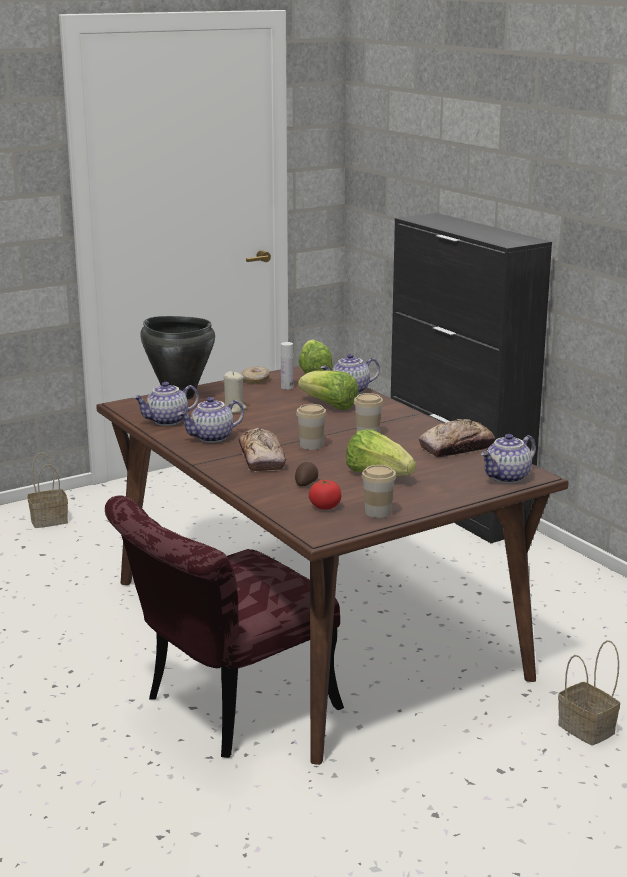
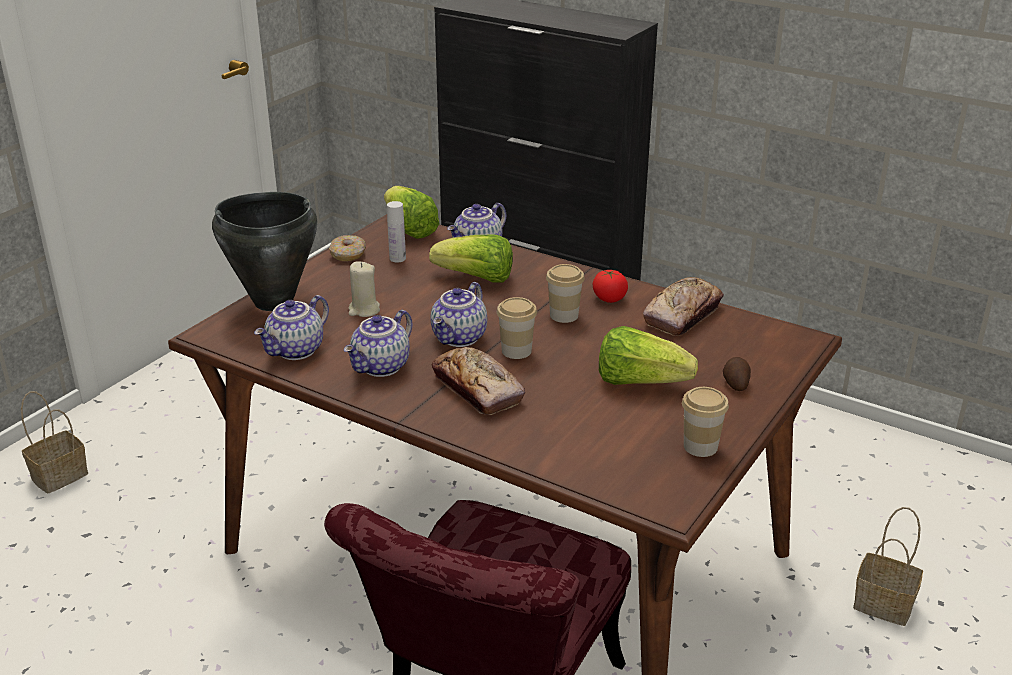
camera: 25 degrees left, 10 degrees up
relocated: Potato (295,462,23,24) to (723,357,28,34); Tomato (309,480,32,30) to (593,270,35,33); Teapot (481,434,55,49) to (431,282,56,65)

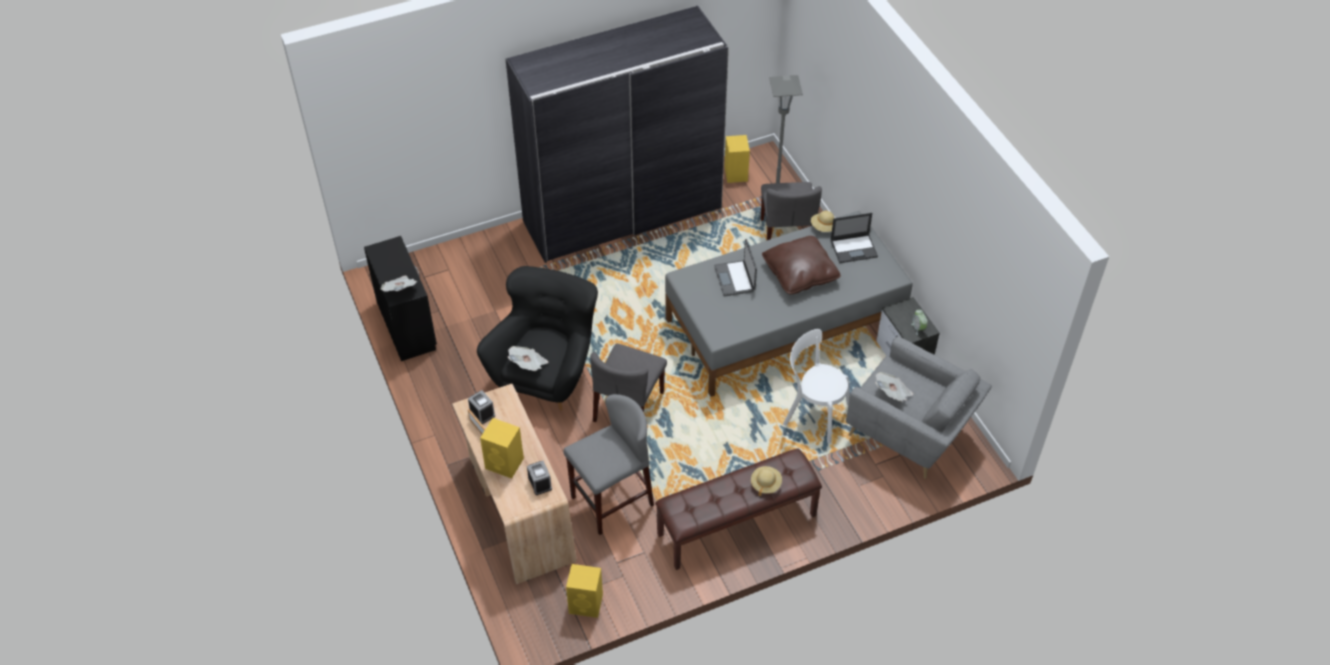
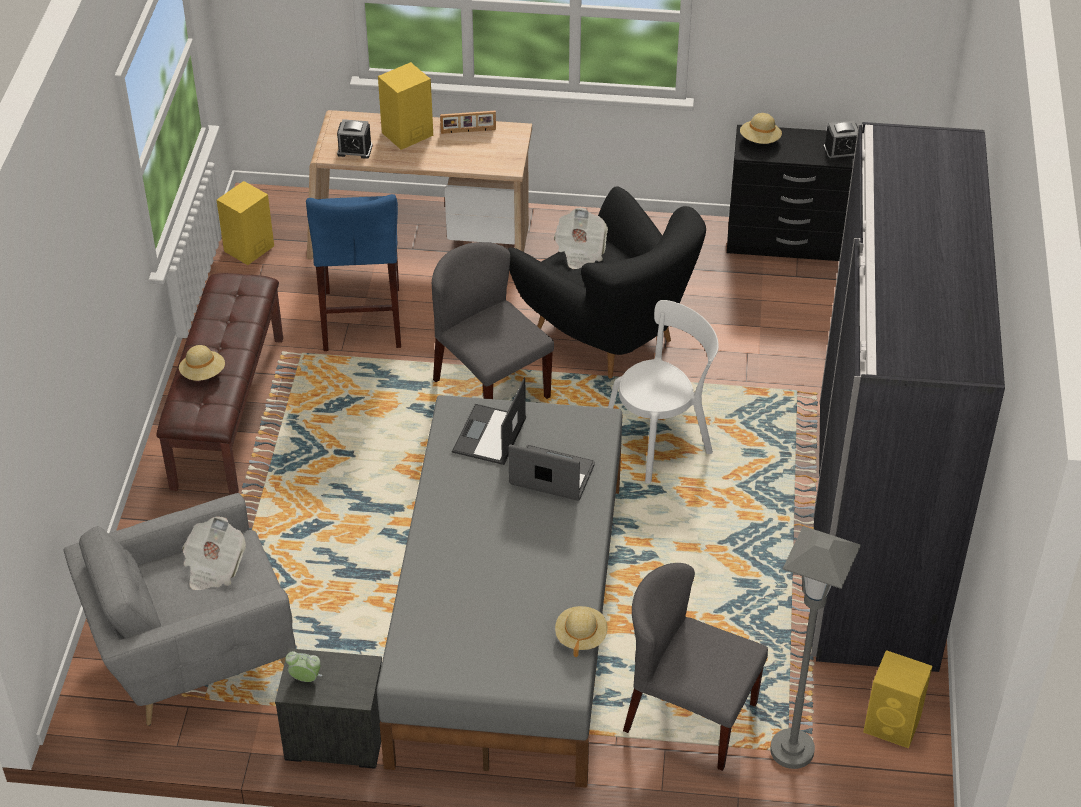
camera: 120 degrees right, 5 degrees down
missing: BrownPillow (762,236,79,58)
relocated: AlarmClock (468,390,27,34) to (823,121,35,39); WhiteChair (783,329,67,114) to (608,300,111,184); Laptop (831,213,47,50) to (452,378,74,87)
exchanged: Newspaper (381,276,36,16) to BeigeHat (740,113,42,31)
colour: GreyStool (564,394,90,141) to BlueStool (306,194,95,157)

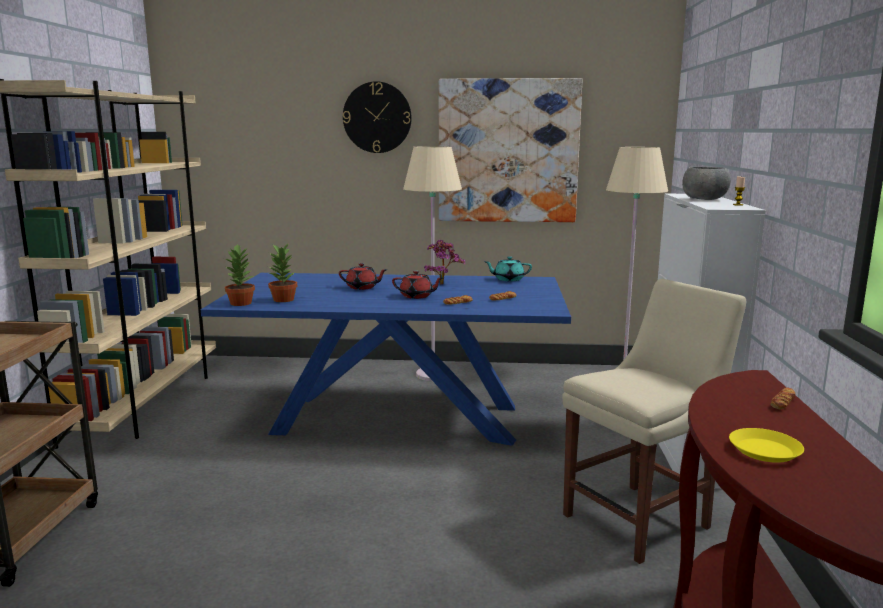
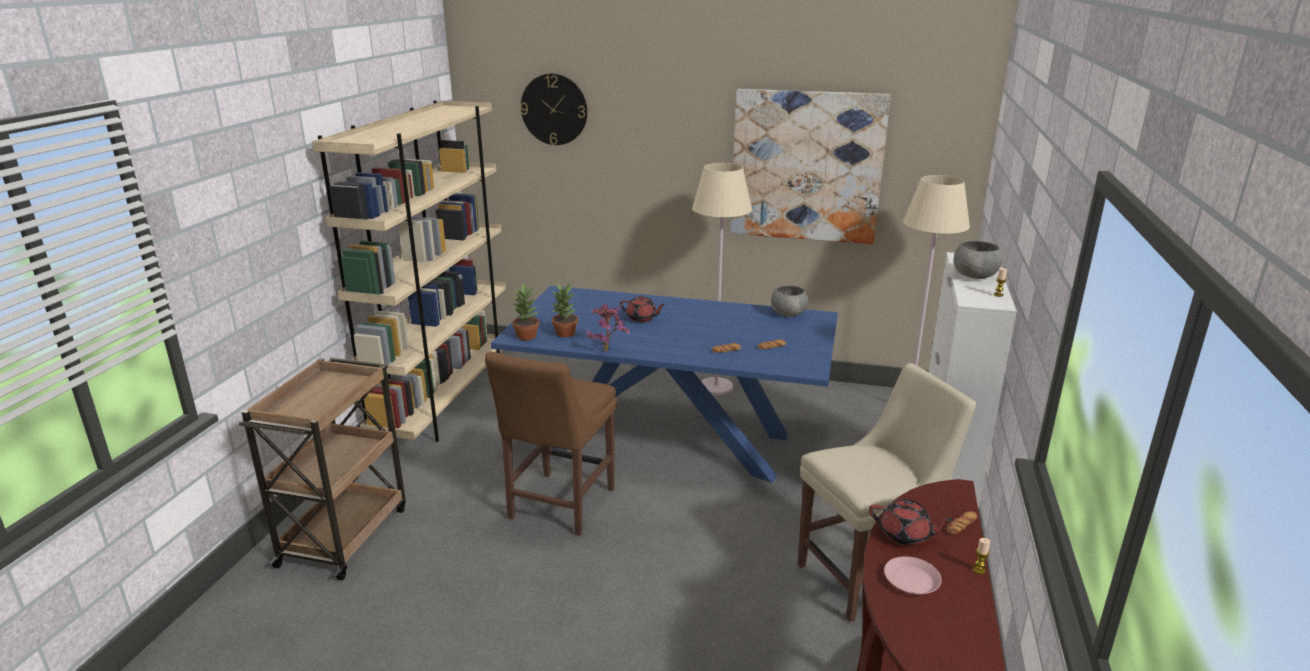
camera: 10 degrees right, 10 degrees up
appeared: BrownChair (485,352,132,184); Candle (972,538,18,36)
relocated: WallClock (343,81,69,72) to (520,74,67,71); RedTeapot (392,271,51,28) to (869,499,84,47); PottedPlant (424,240,41,45) to (586,304,44,47)
exchanged: TurquoiseTeapot (484,256,48,25) to GreyBowl (771,285,37,32)
colour: YellowPlate (729,428,75,35) to PinkPlate (884,556,58,39)

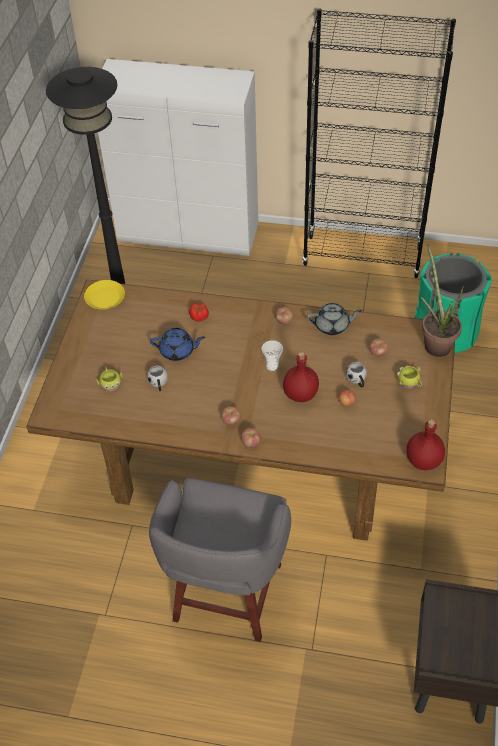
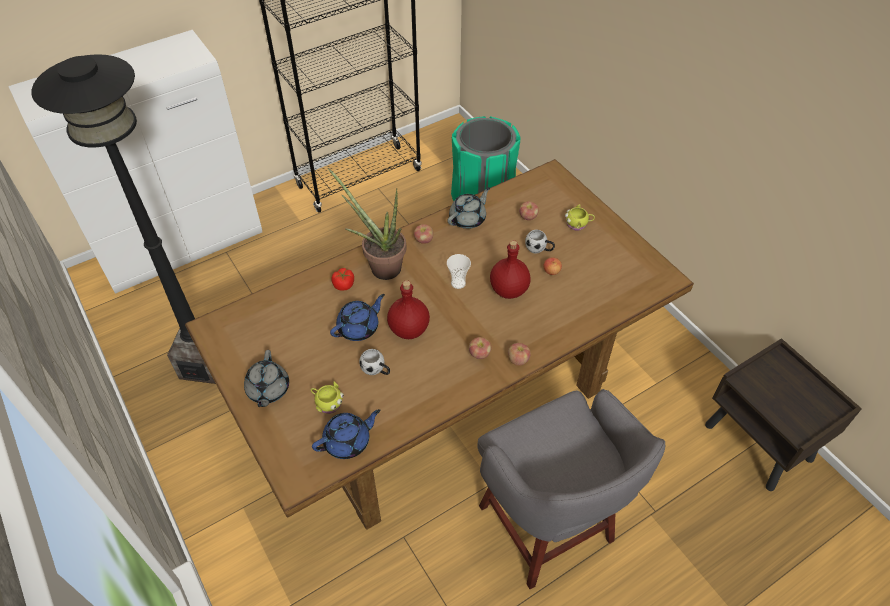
camera: 45 degrees left, 0 degrees up
missing: YellowPlate (84,280,41,29)
appeared: GreyTeapot (244,350,45,57); BlueTeapot (312,409,69,50)
relocated: RedBottle (407,419,38,51) to (387,280,43,59); PottedPlant (421,244,43,113) to (328,168,79,112)

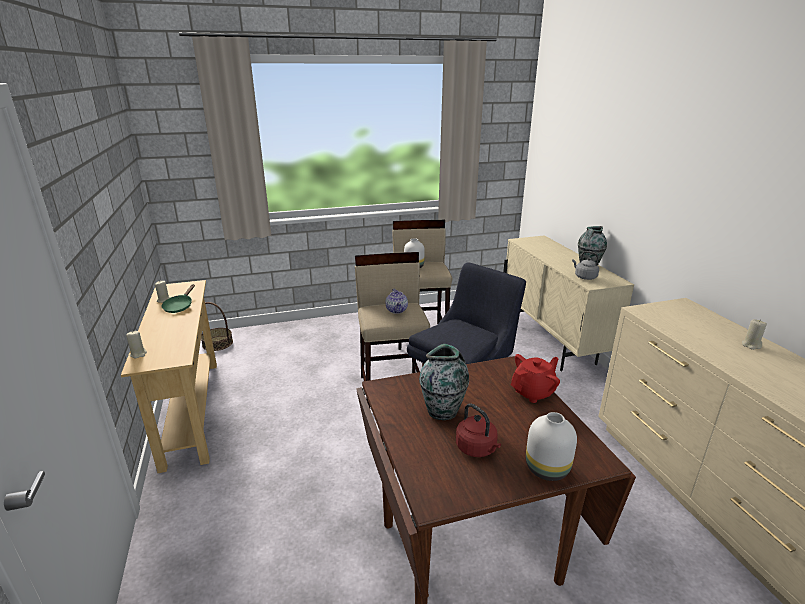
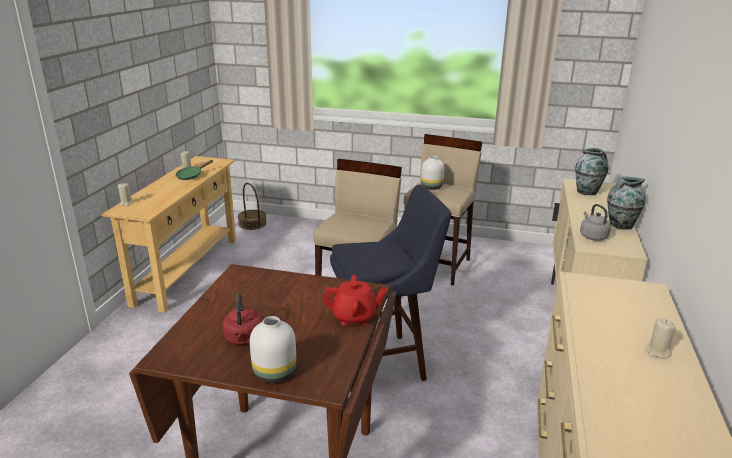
camera: 30 degrees right, 0 degrees up
missing: Teapot (385,289,23,25)
relocated: Vase (419,344,50,76) to (575,148,33,47)

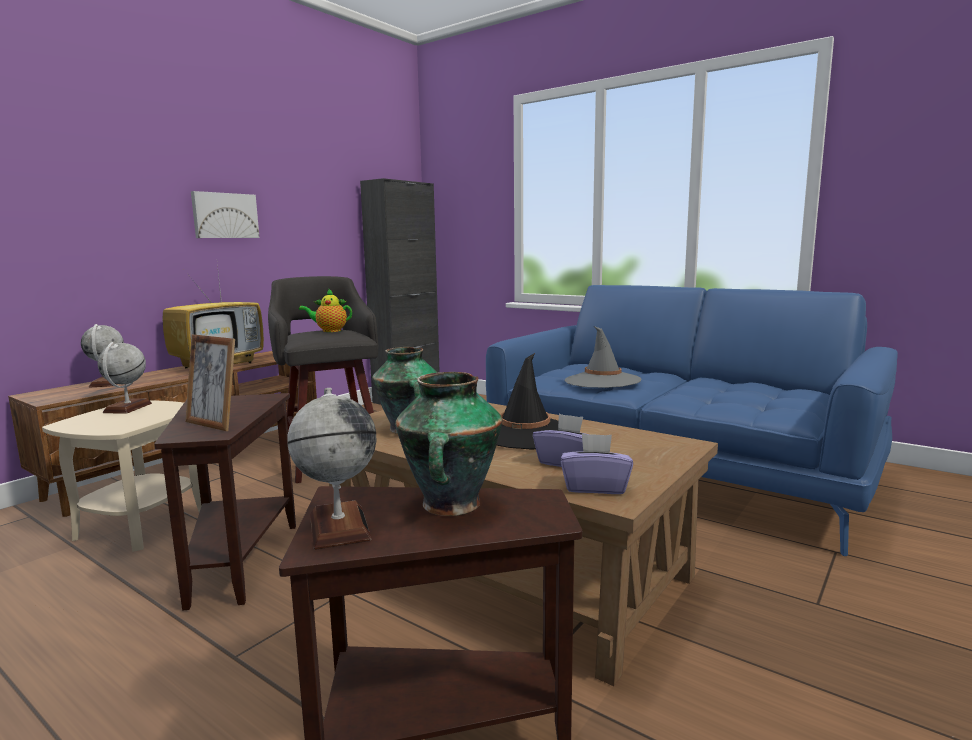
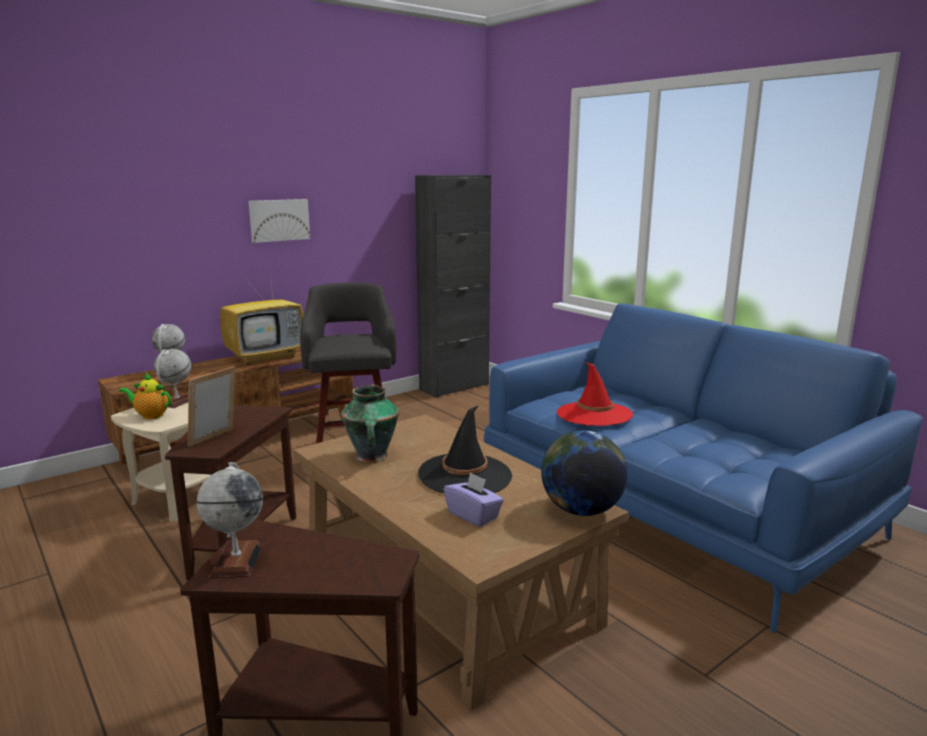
camera: 15 degrees right, 5 degrees up
missing: Vase (395,372,107,144); PurpleTissueBox (561,434,72,60)
appeared: Globe (541,430,86,86)
relocated: Teapot (299,288,53,44) to (119,373,52,46)
colour: GreyHat (564,326,77,62) to RedHat (557,362,76,64)
spun: PictureFrame (185,334,50,97) = (188,366,47,81) 75 degrees clockwise

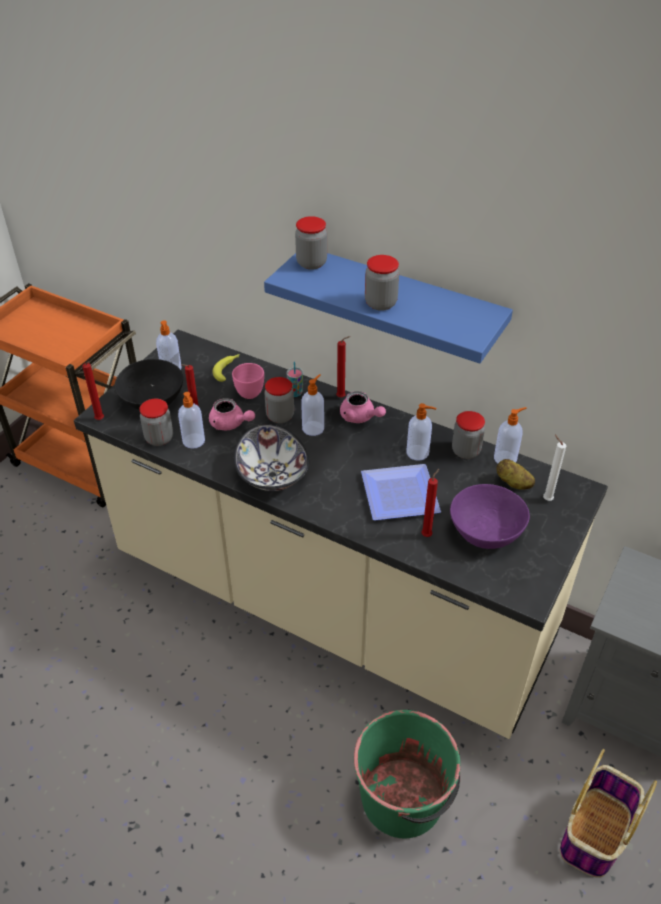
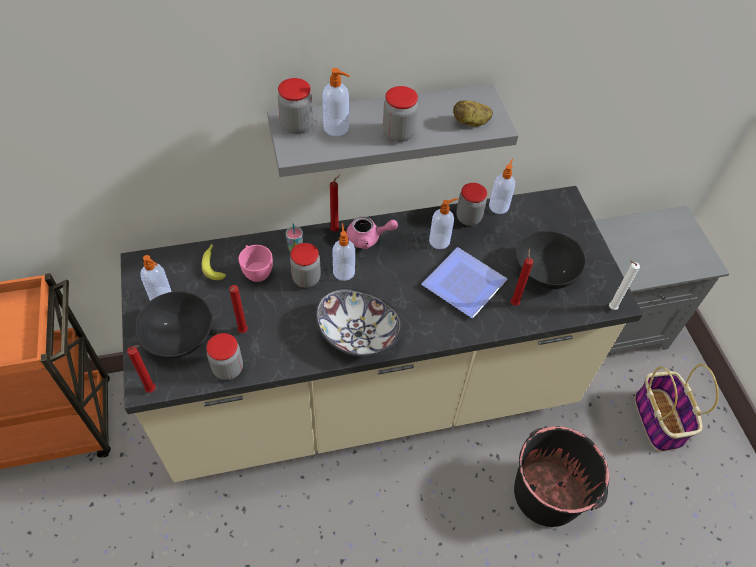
camera: 45 degrees left, 10 degrees up
missing: PinkTeapot (209,398,46,32)
relocated: SoapDispenser (178,392,27,57) to (322,68,28,68); Potato (496,459,39,31) to (453,100,40,27); WhiteCandle (543,435,23,66) to (609,260,31,50)
colour: BlueShelf (264,253,249,111) to GreyShelf (267,84,252,93); GreenBucket (354,709,106,129) to BlackBucket (514,426,95,101); PurpleBowl (450,484,80,65) to BlackBowl (516,231,70,58)

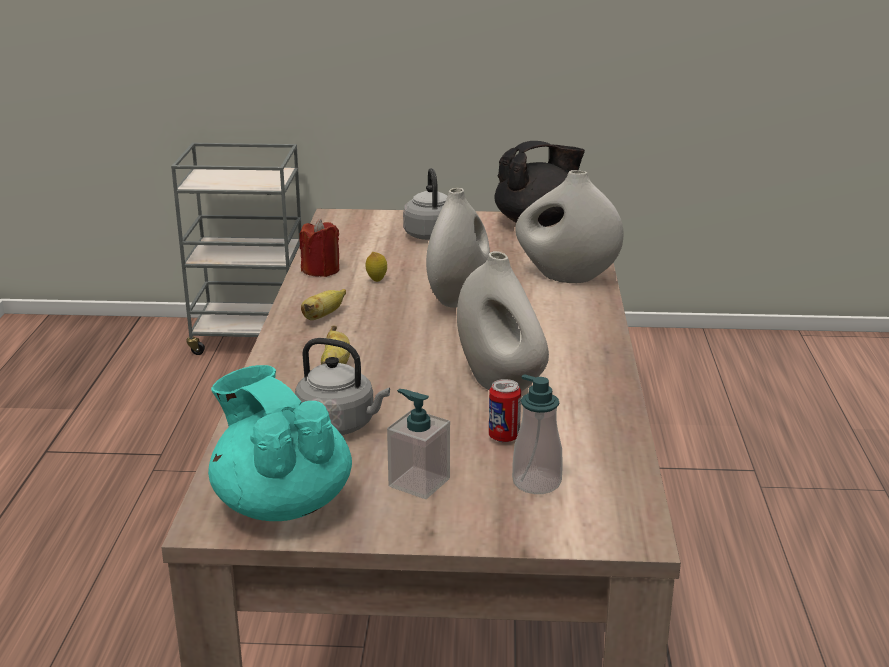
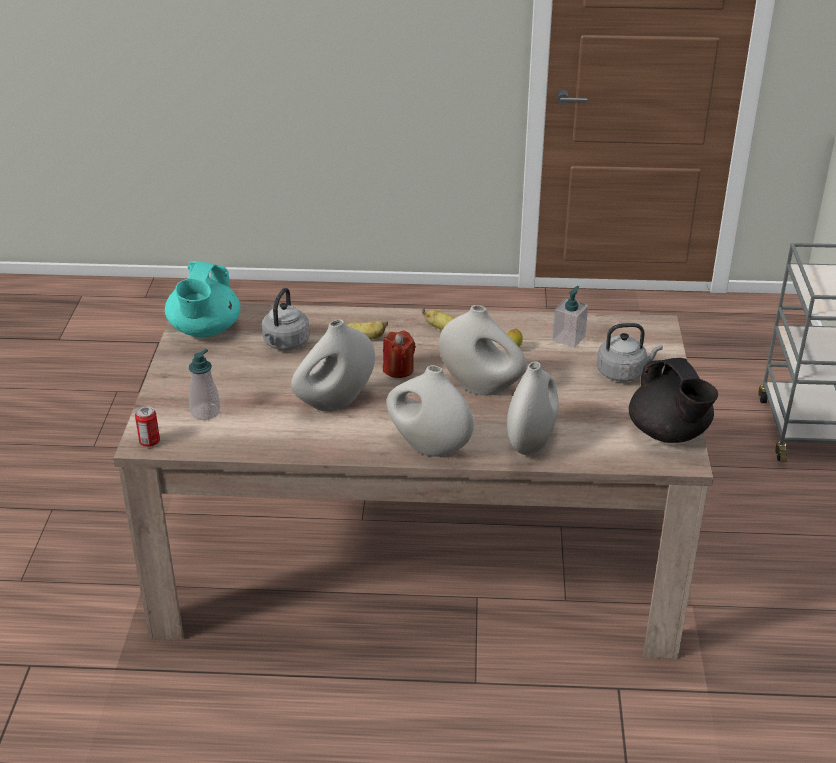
camera: 90 degrees right, 10 degrees up
appeared: WhiteVase (386,365,88,92)
relocated: RedCandle (300,219,39,58) to (383,330,33,48); SoapDispenser (387,389,63,110) to (553,286,35,62); Can (489,379,32,63) to (135,406,25,41)
spun: TurquoiseTeapot (208,365,144,156) = (165,261,76,76) 135 degrees clockwise

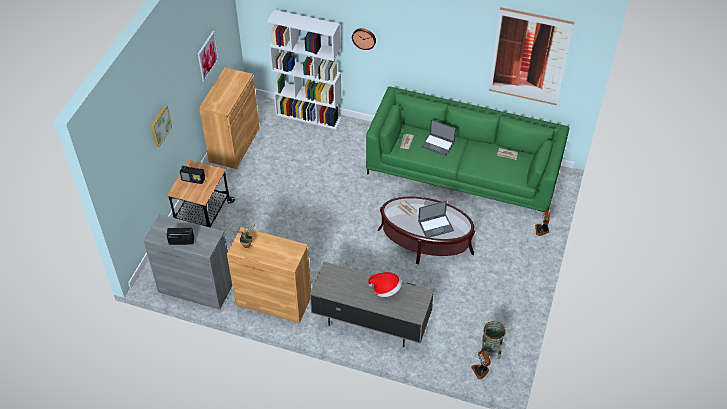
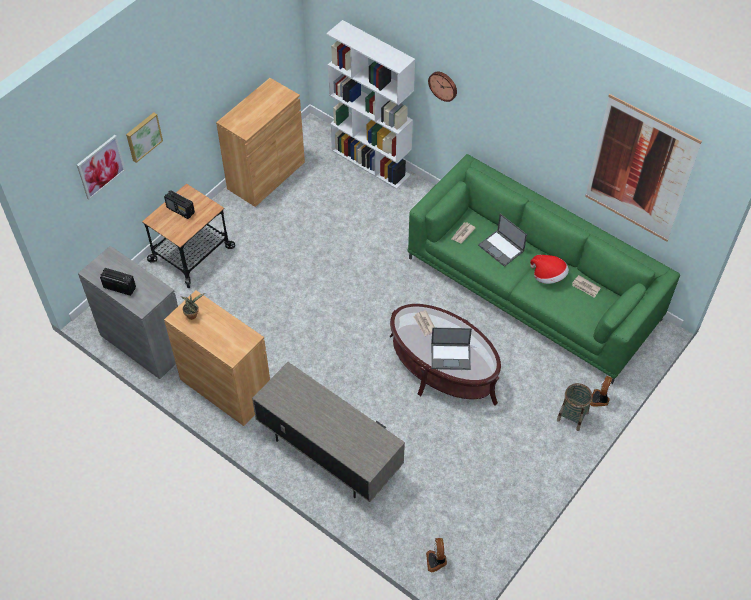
camera: 20 degrees right, 5 degrees up
relocated: Picture (198,31,21,51) to (77,135,49,65); Hat (368,272,34,25) to (530,255,39,29); Basket (481,321,25,38) to (557,383,35,48)

